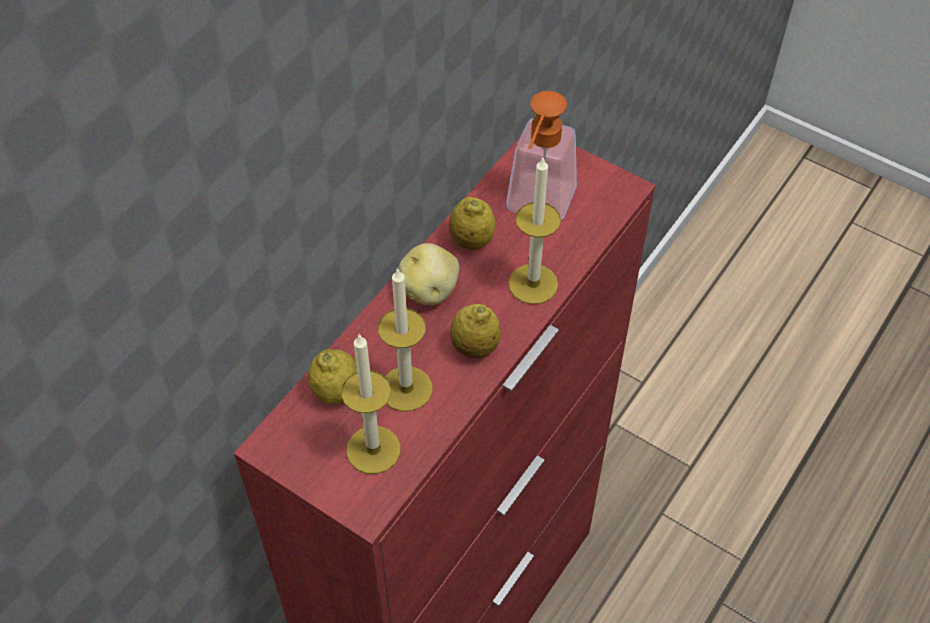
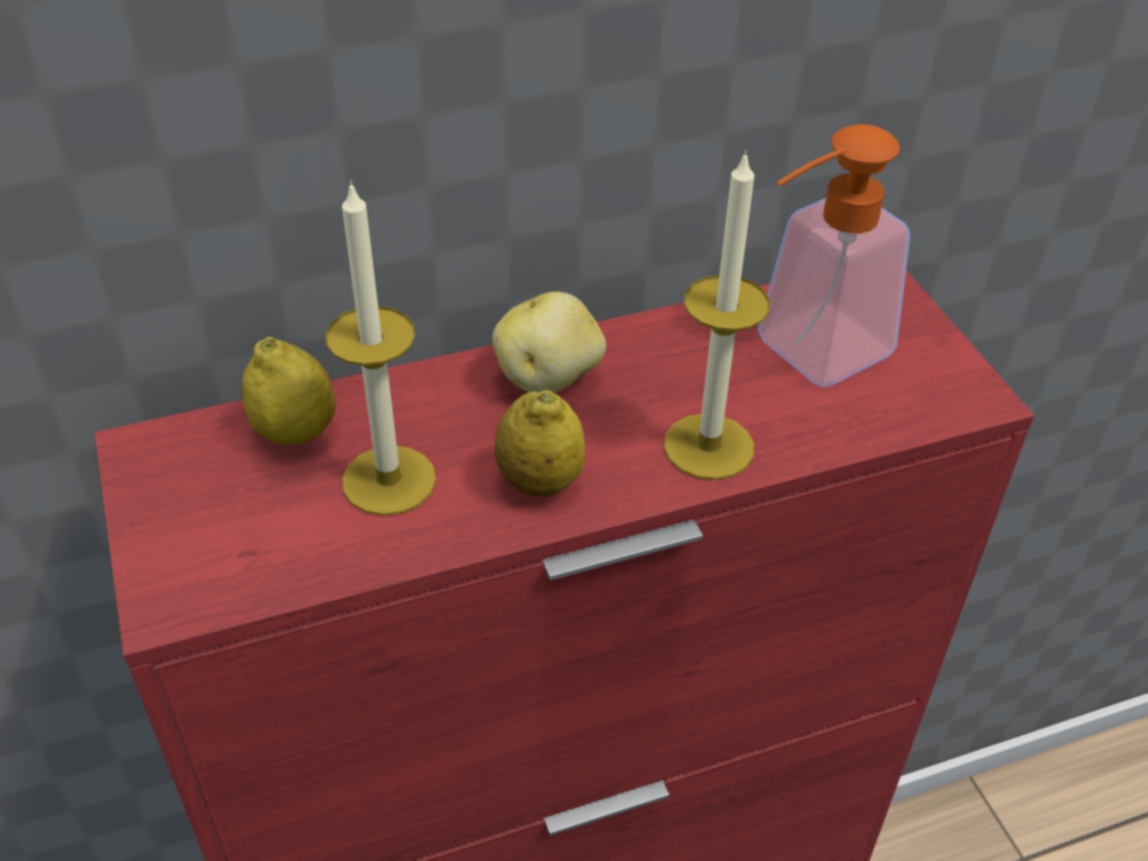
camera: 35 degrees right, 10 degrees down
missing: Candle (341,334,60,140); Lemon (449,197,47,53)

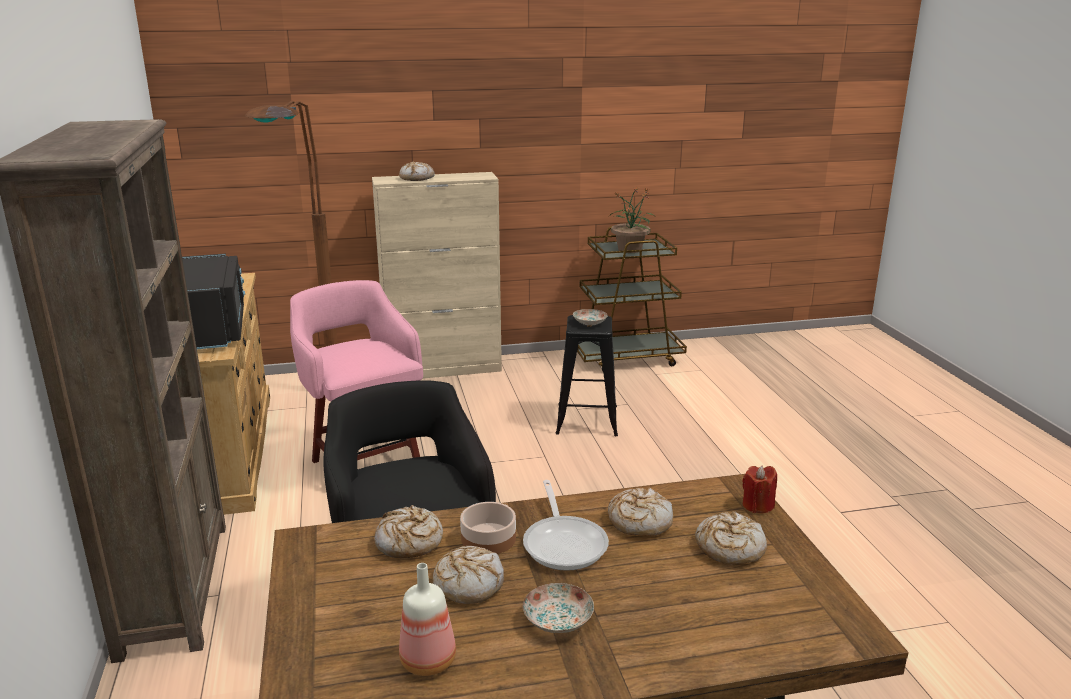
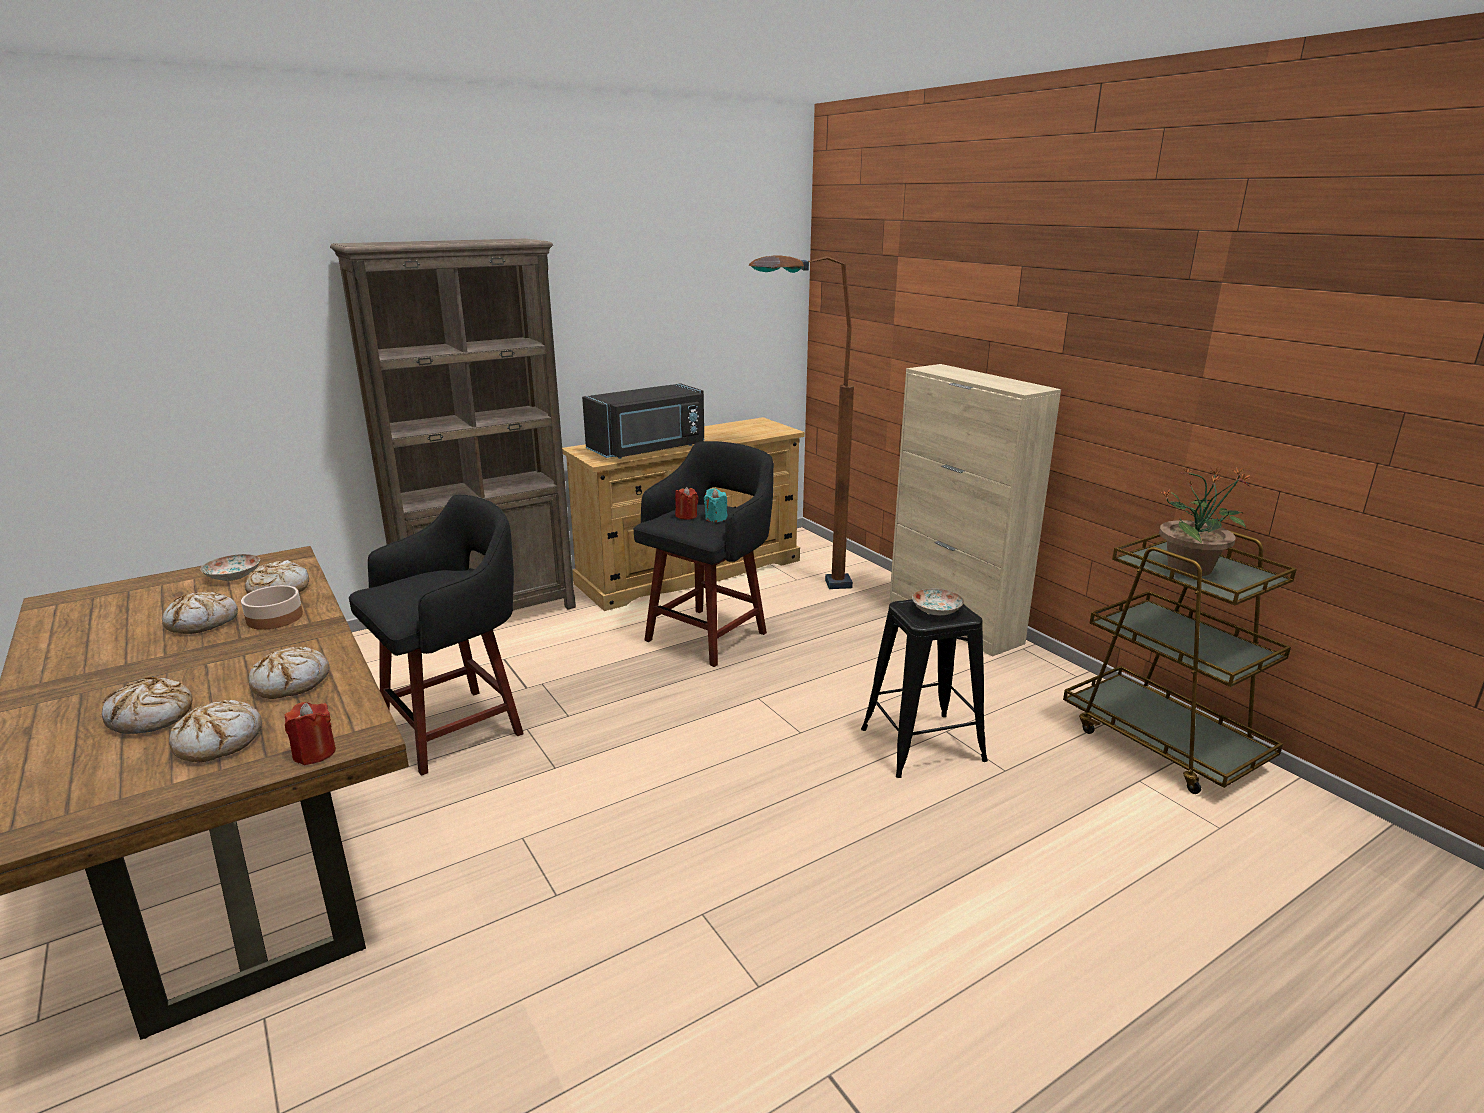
camera: 70 degrees right, 0 degrees up
missing: Bottle (399,563,57,113); FryingPan (523,480,86,91)
appeared: RedCandle (675,487,23,33); TurquoiseCandle (704,488,23,34)
relocated: Bread (399,162,36,19) to (102,677,90,57); Plate (523,583,71,50) to (201,554,59,27)
colour: PinkStool (290,280,133,183) to BlackStool (634,441,140,226)

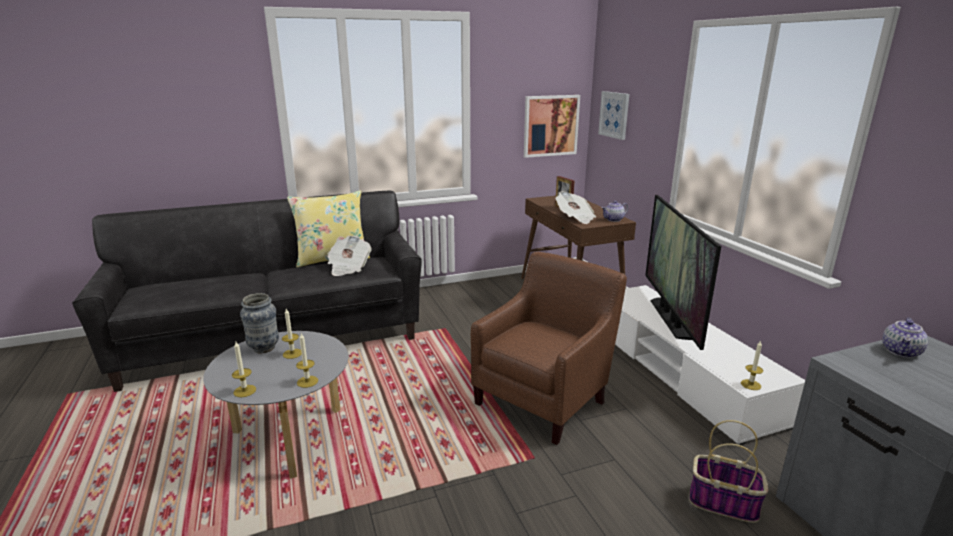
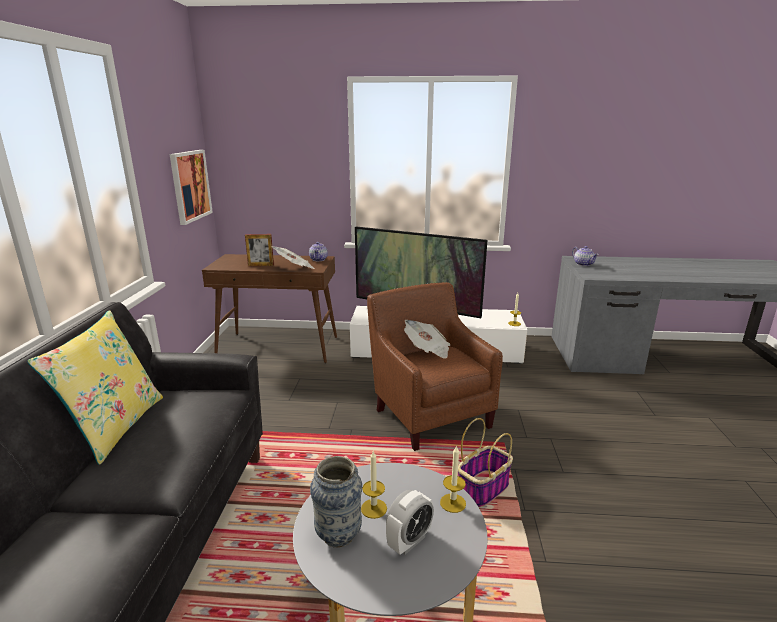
camera: 65 degrees left, 0 degrees up
missing: Candle (232,342,24,55); Picture (598,91,31,49)
appeared: AlarmClock (386,490,48,65)
relocated: Newspaper (327,236,45,40) to (404,320,46,39); Basket (689,420,79,103) to (458,418,55,90)

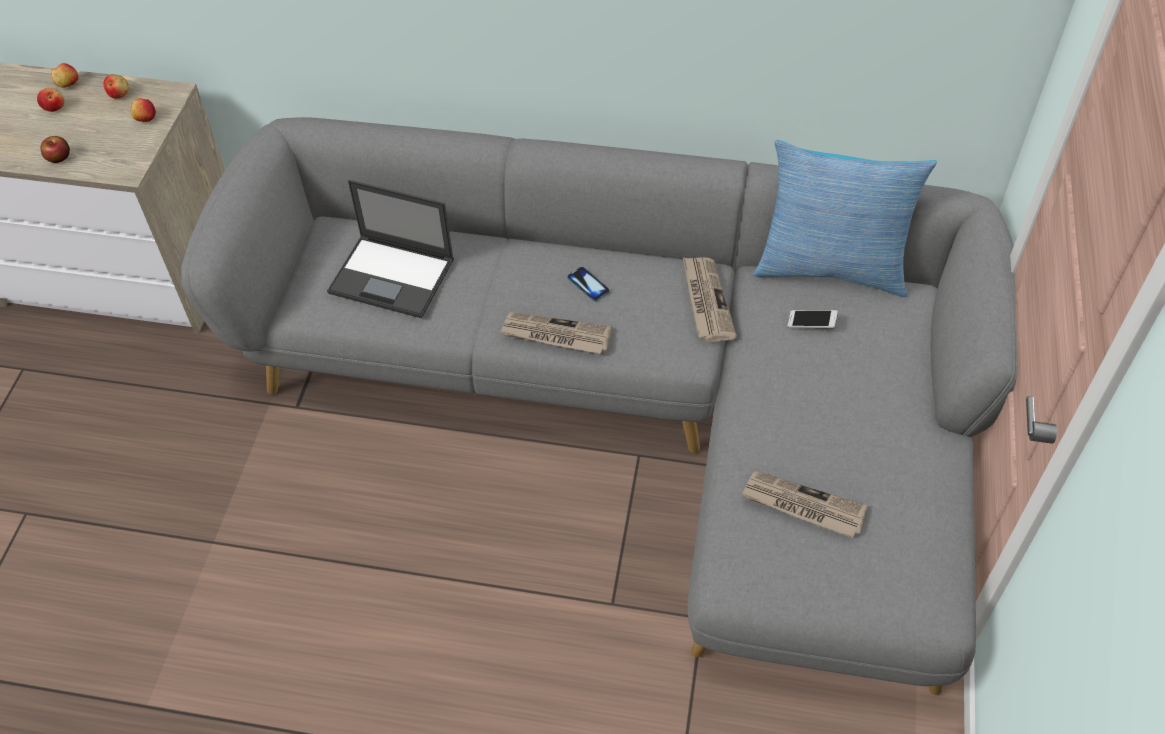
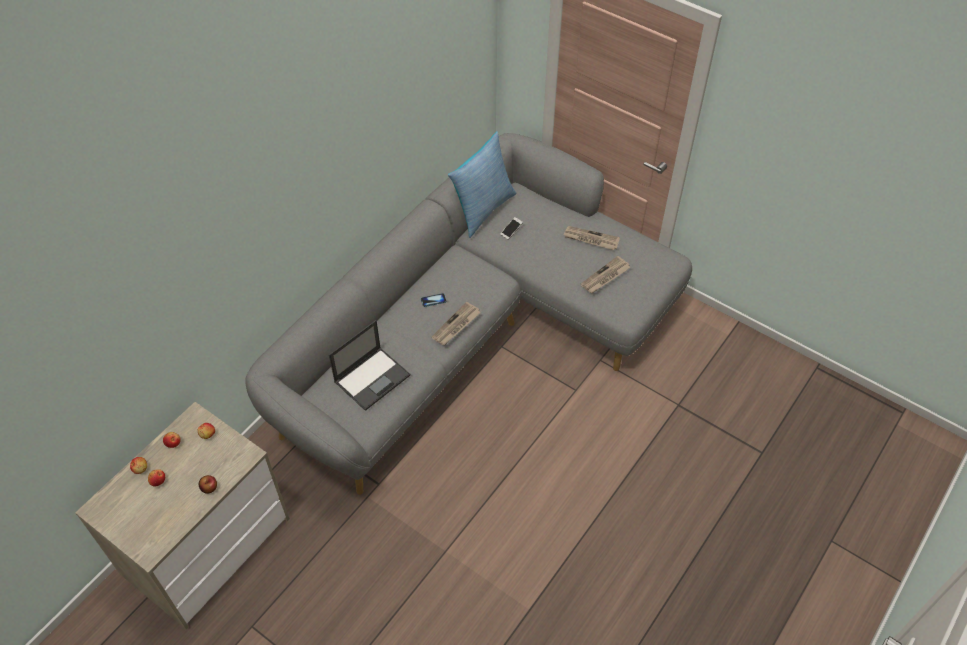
camera: 65 degrees left, 0 degrees up
relocated: Newspaper (683,257,54,85) to (563,226,57,24)

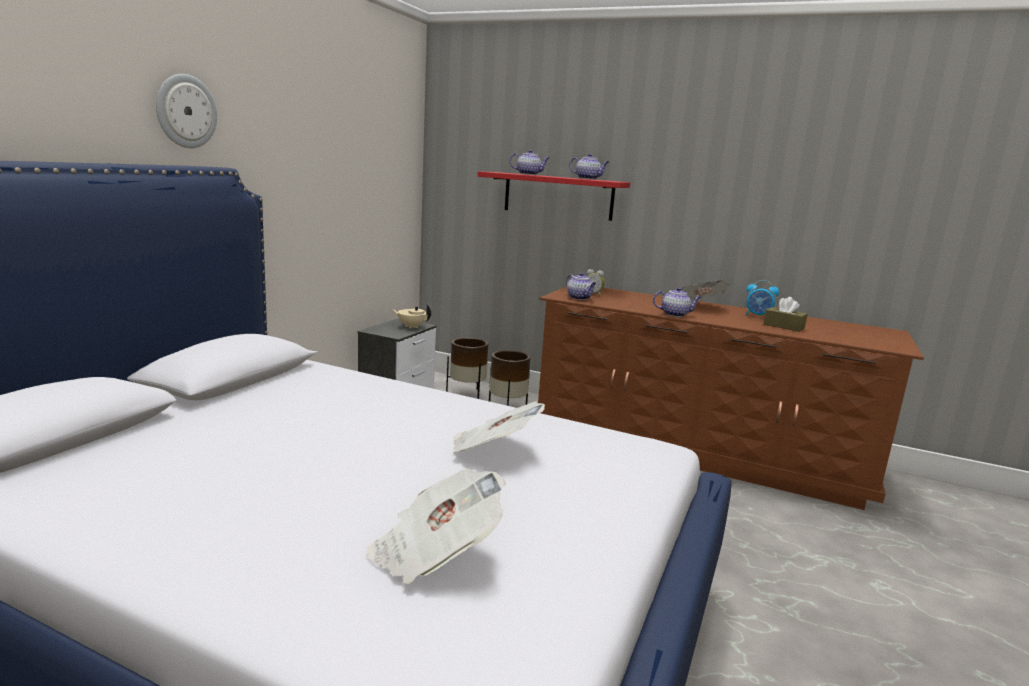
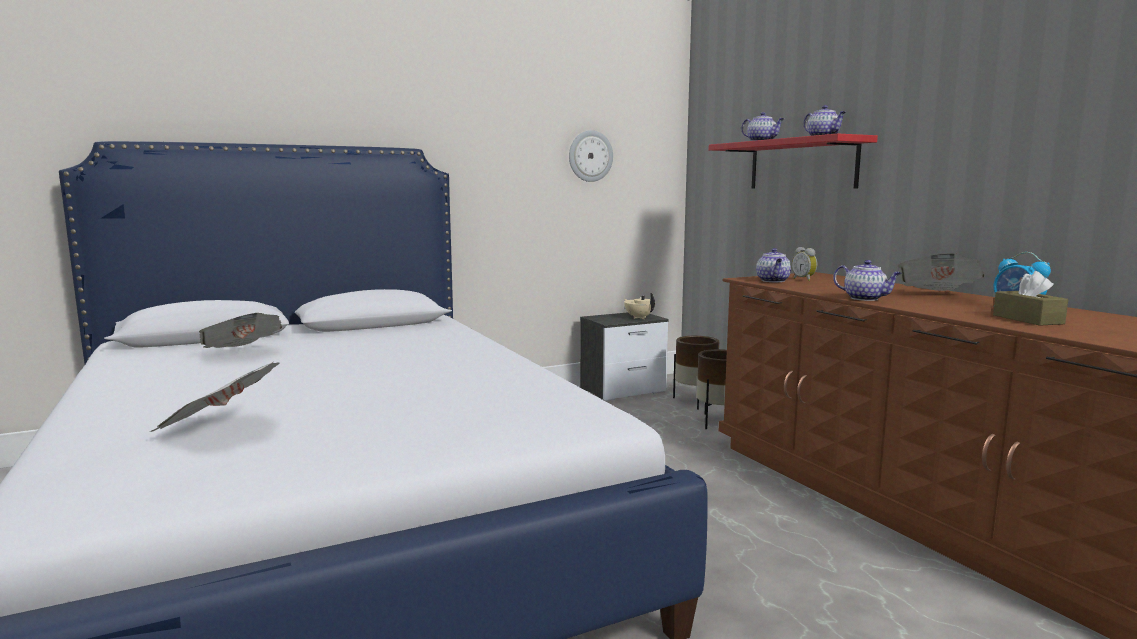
camera: 40 degrees right, 5 degrees down
relocated: WallClock (156,74,61,74) to (569,130,44,52); Newspaper (453,401,92,52) to (199,313,84,35)

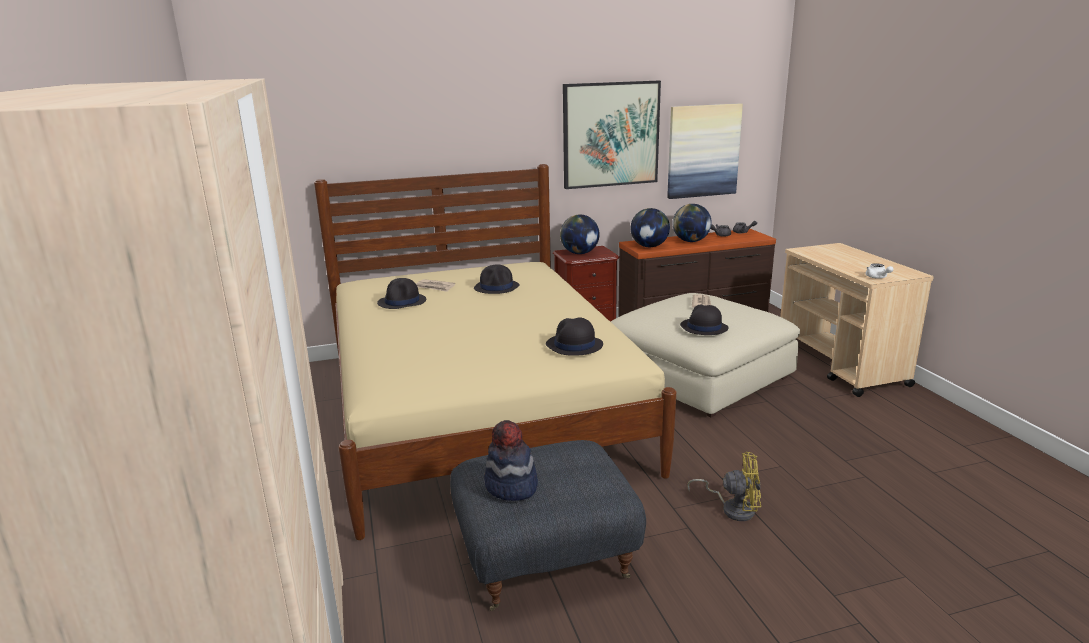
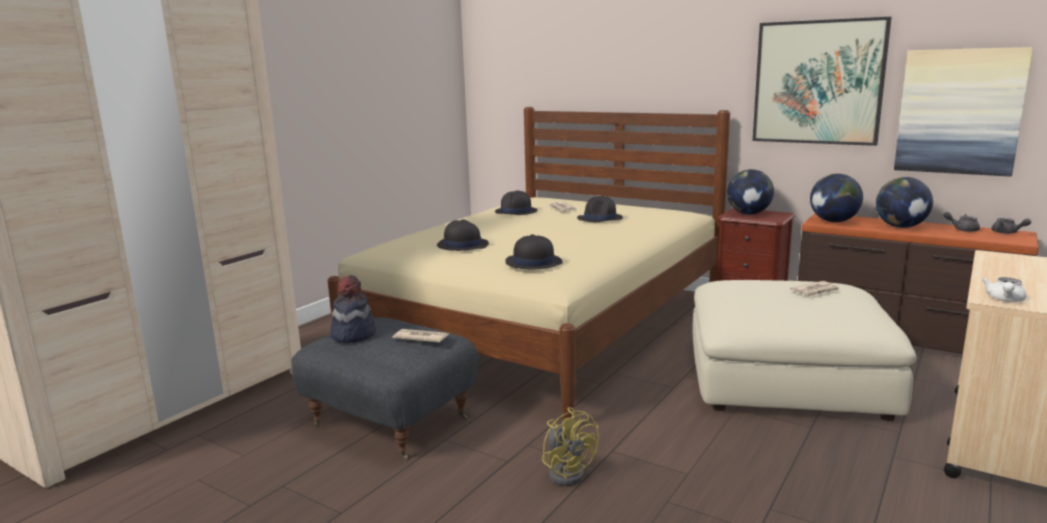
camera: 50 degrees right, 5 degrees down
appeared: Newspaper (393,329,56,14)
relocated: BlackHat (680,304,49,31) to (437,219,52,32)

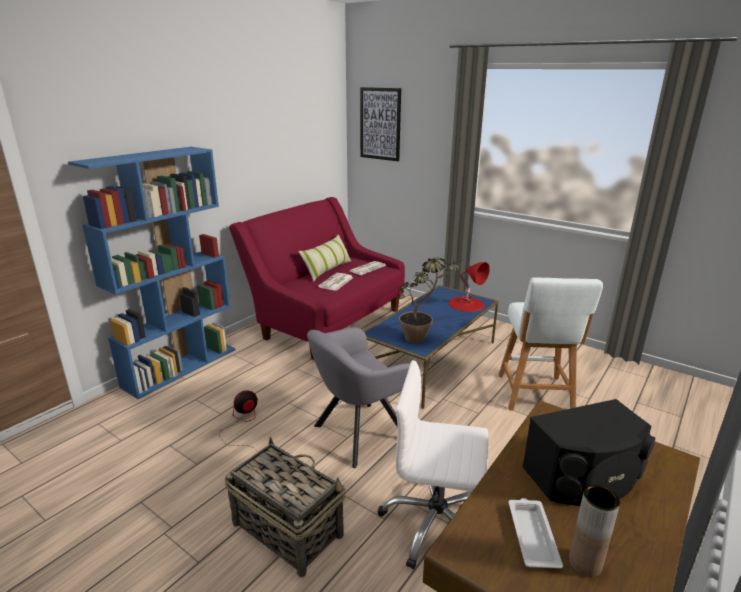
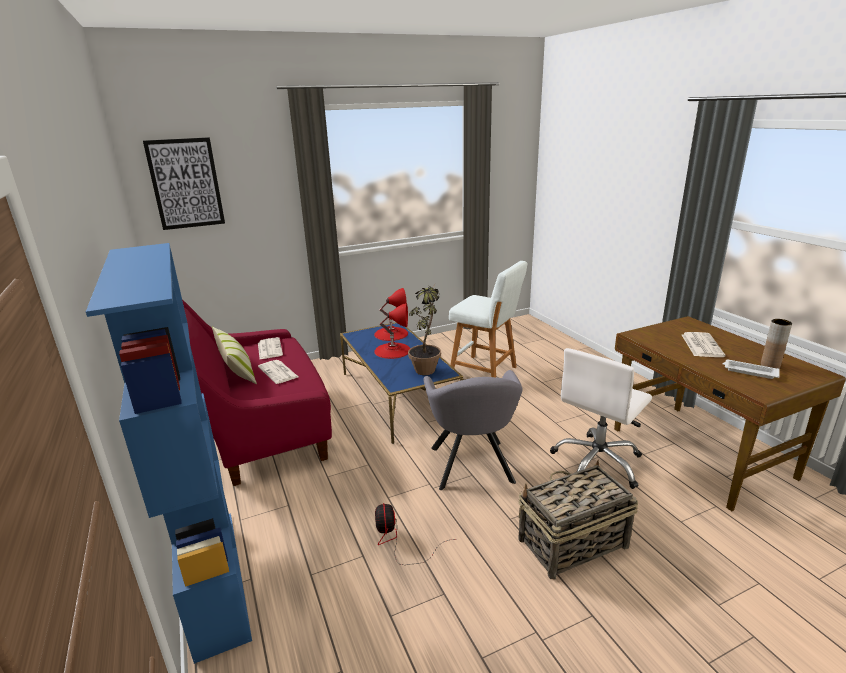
camera: 60 degrees left, 0 degrees up
appeared: RedTableLamp (374,303,36,56)
exchanged: BlackSpeaker (522,399,133,107) to Newspaper (682,332,44,25)

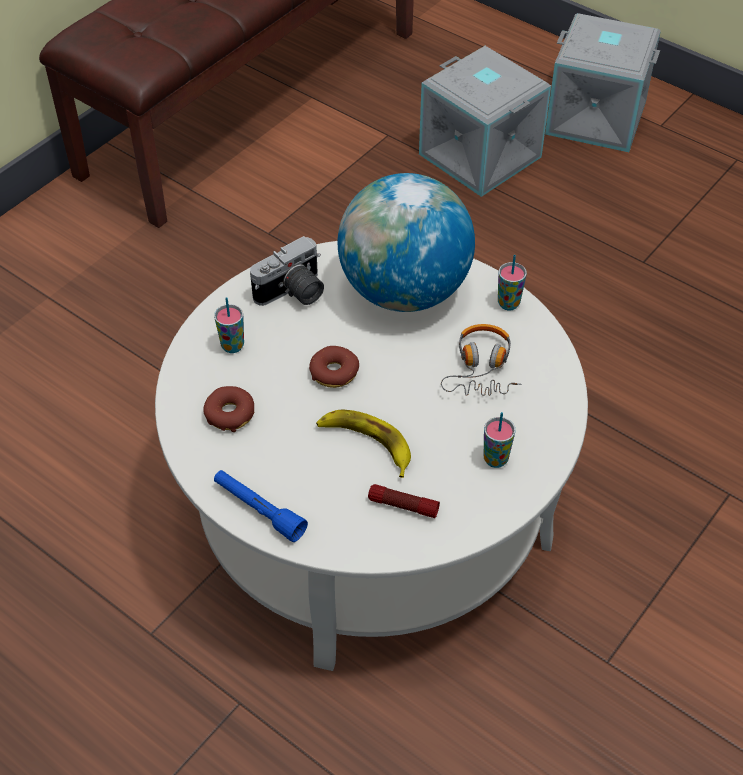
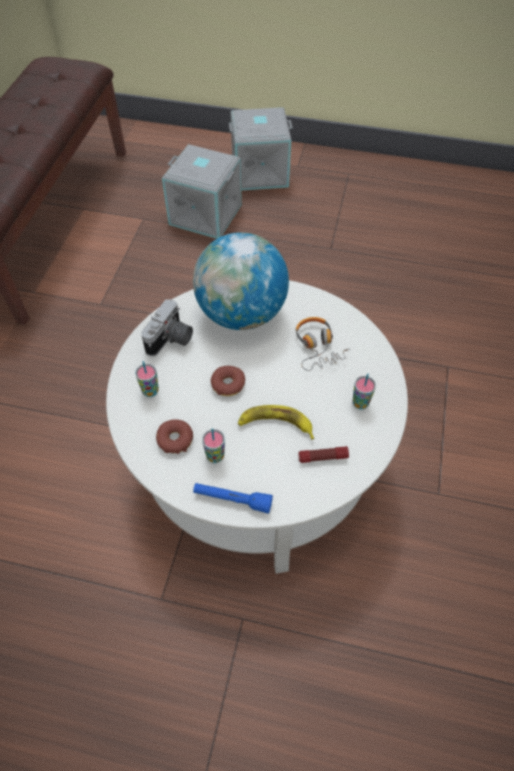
camera: 25 degrees left, 5 degrees up
relocated: Cup (498,255,29,55) to (202,428,23,35)

